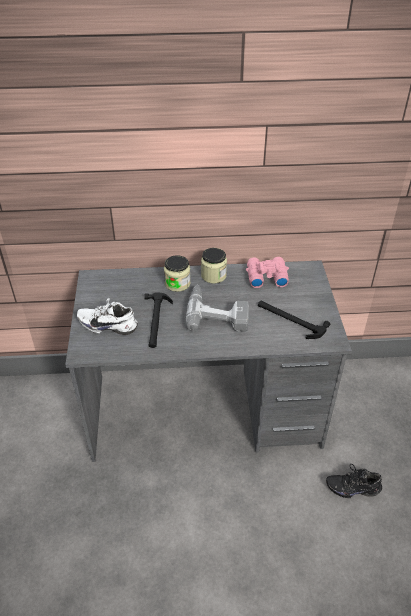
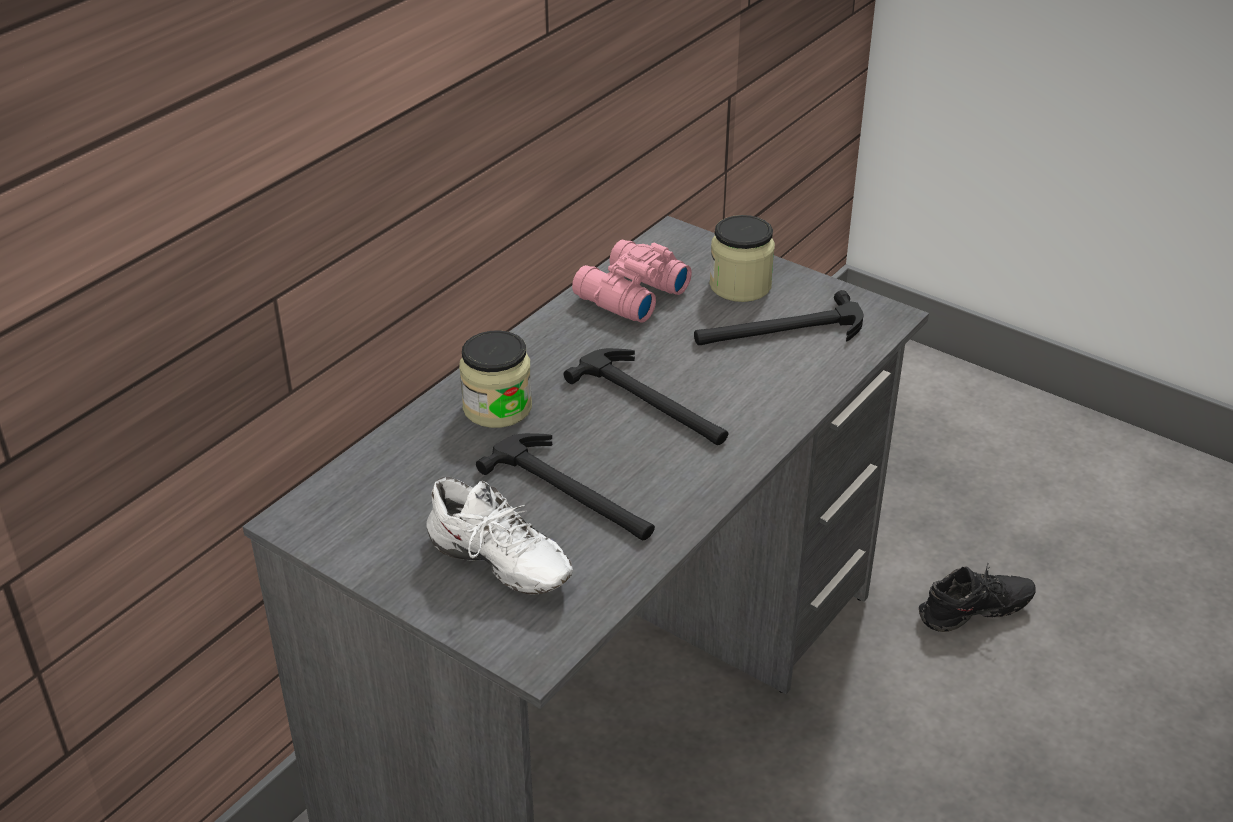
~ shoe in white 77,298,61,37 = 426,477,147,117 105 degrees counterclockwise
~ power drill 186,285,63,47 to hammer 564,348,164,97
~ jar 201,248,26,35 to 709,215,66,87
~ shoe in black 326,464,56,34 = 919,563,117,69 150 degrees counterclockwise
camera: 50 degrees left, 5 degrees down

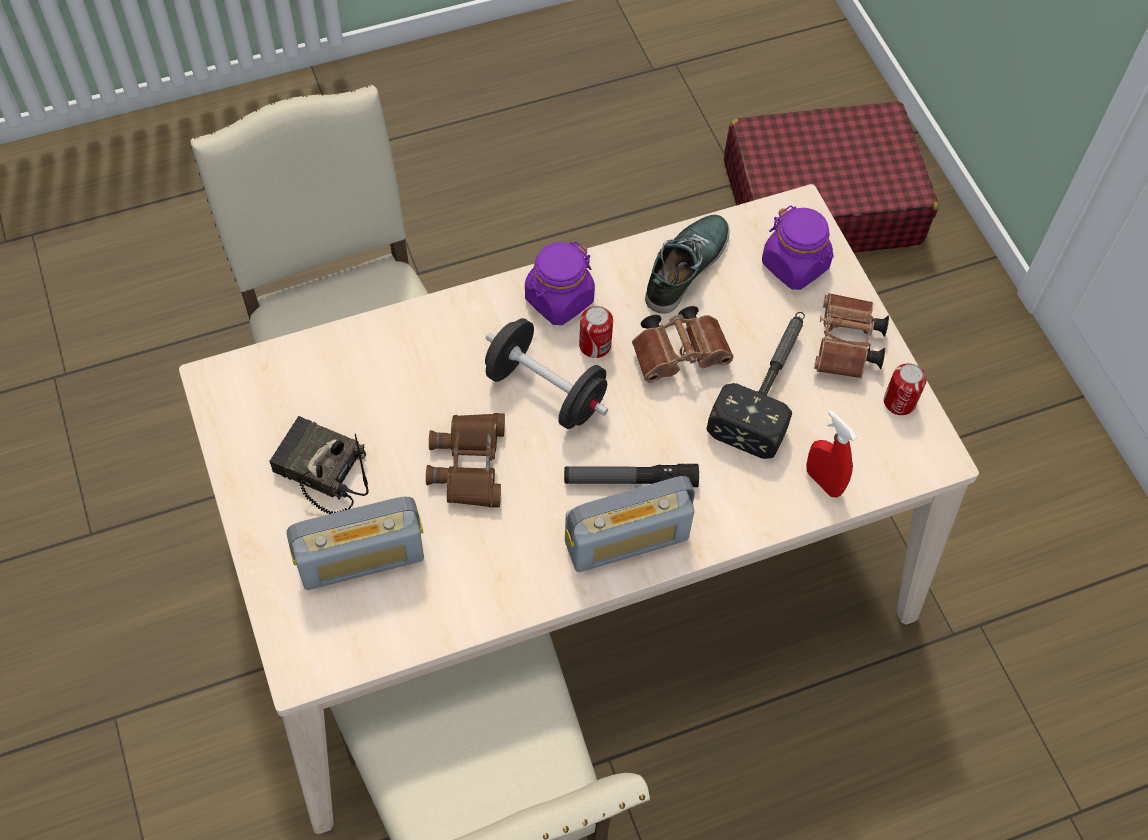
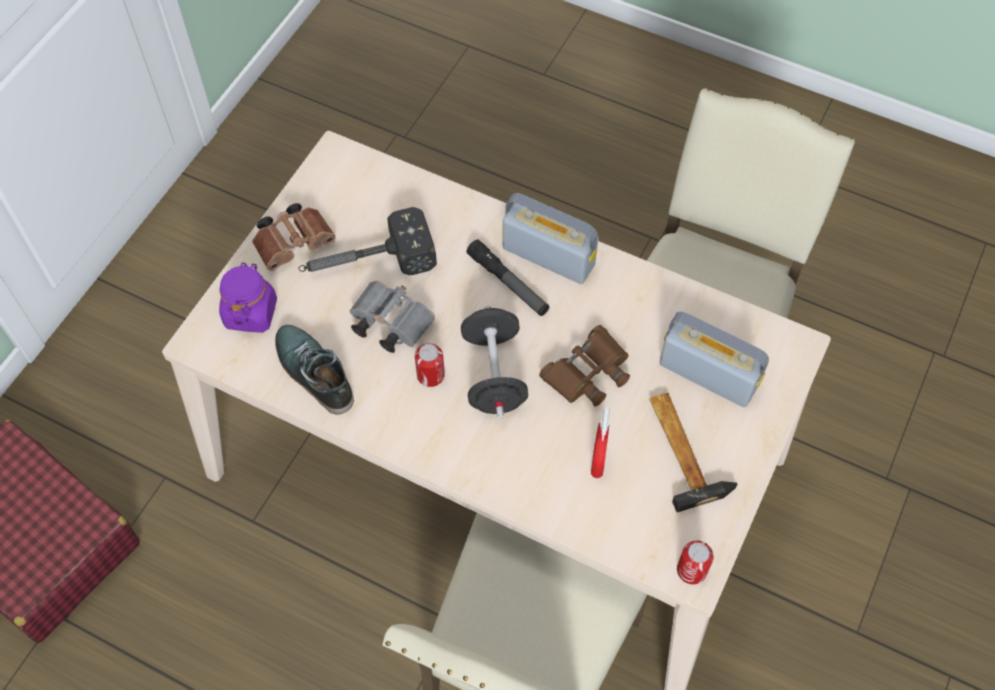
~ shoe 645,215,85,99 = 275,325,79,90 60 degrees clockwise
~ binoculars in brown 632,306,102,77 to binoculars in grey 350,281,85,72
~ spray bottle in red 806,410,51,87 to 591,407,19,71
~ radio 269,416,100,98 to hammer 649,393,88,119
~ can 884,363,42,52 to 677,540,37,44
- jar in purple 525,242,70,83
camera: 130 degrees left, 0 degrees up

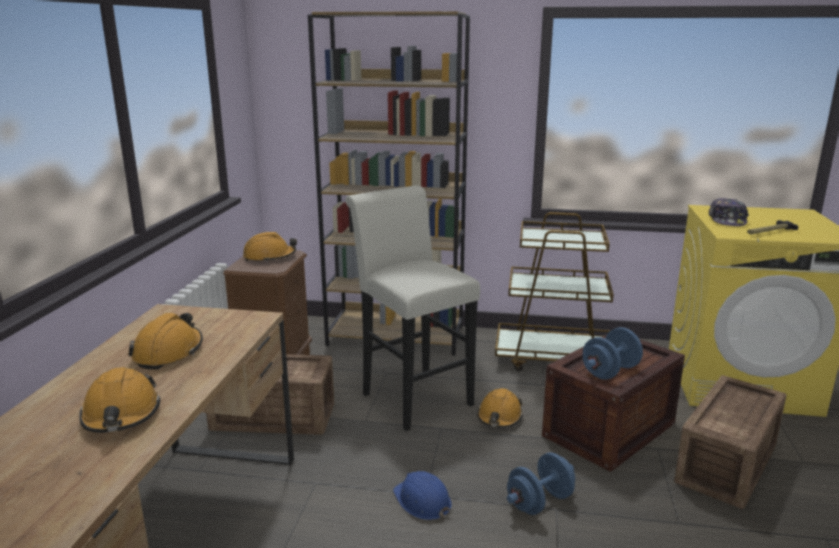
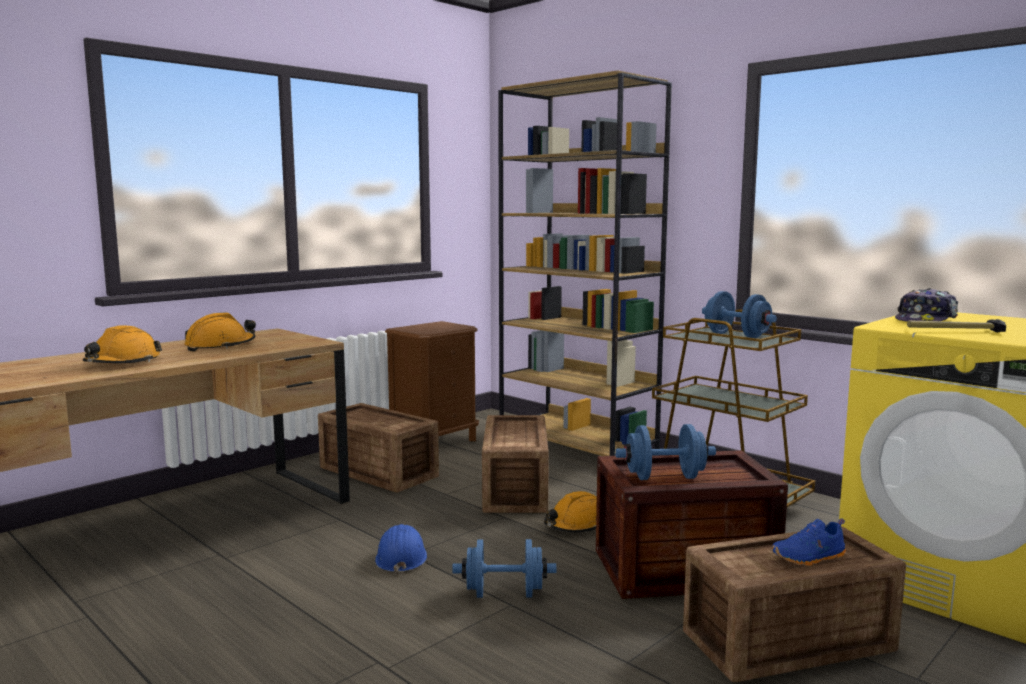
~ stool in white 345,185,135,246 to crate 482,415,67,98
+ dumbbell in blue 702,291,75,47
+ shoe in blue 772,518,74,48
- hard hat in orange 243,232,54,30
camera: 35 degrees right, 10 degrees down

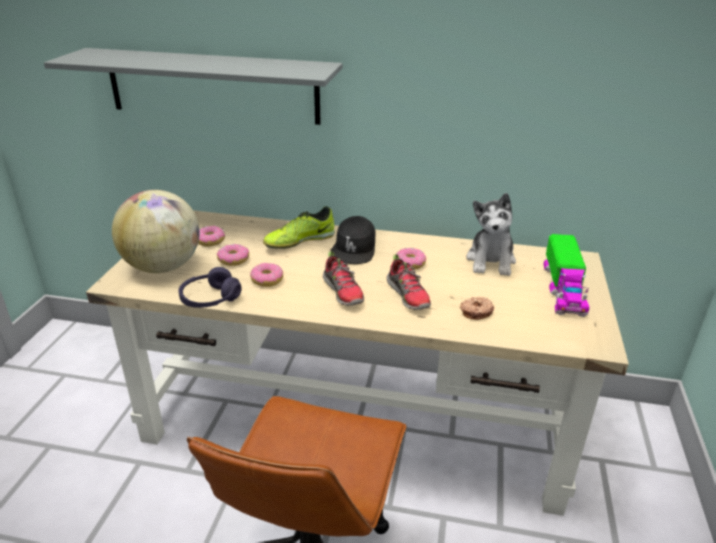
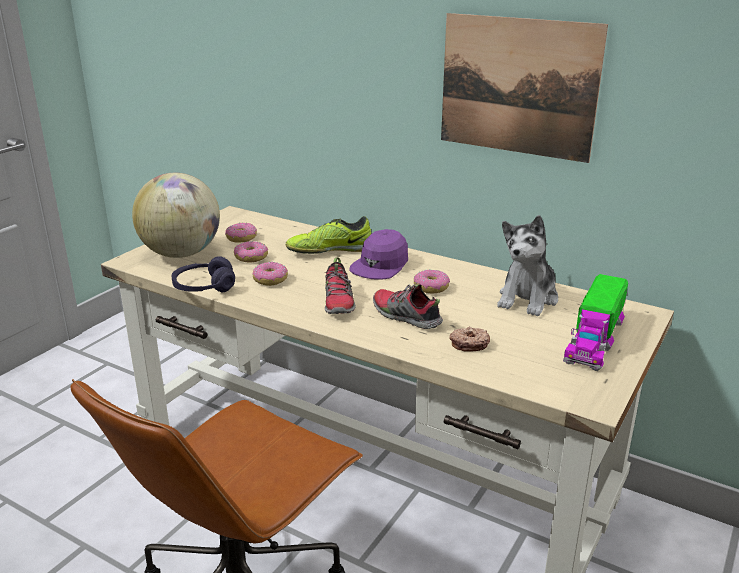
~ cap in black 330,216,45,48 to cap in purple 349,229,59,51
~ shoe 387,254,44,56 = 373,284,70,45 135 degrees clockwise
+ picture 441,13,167,150
- shelf in grey 44,48,298,77
camera: 20 degrees right, 5 degrees down

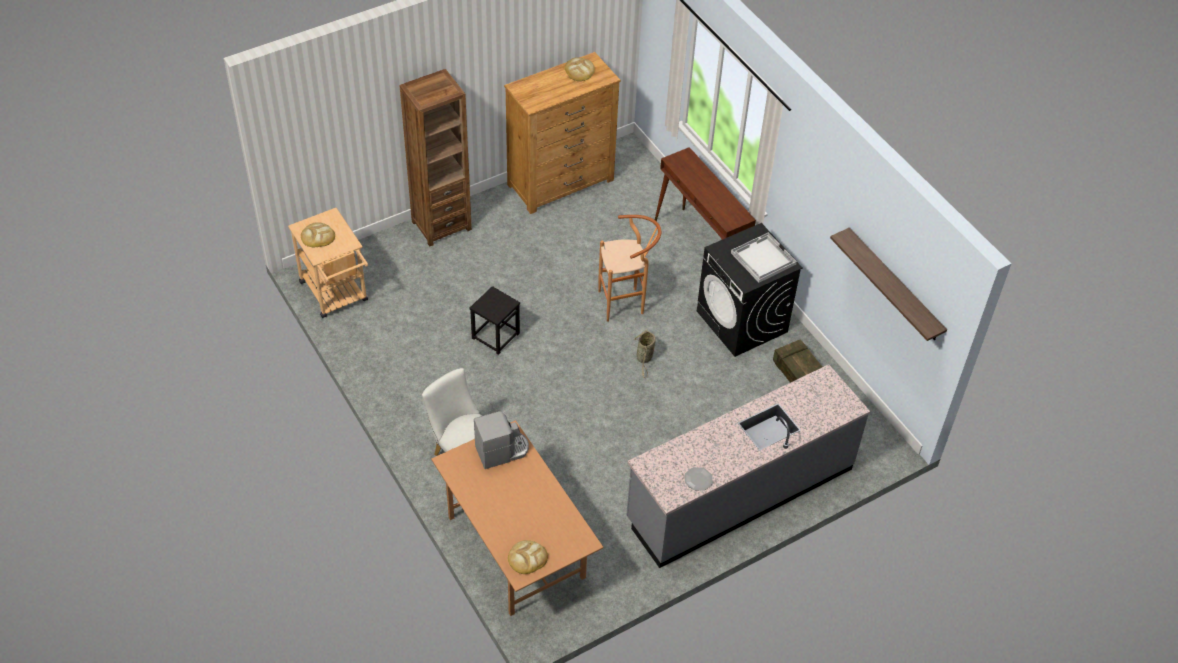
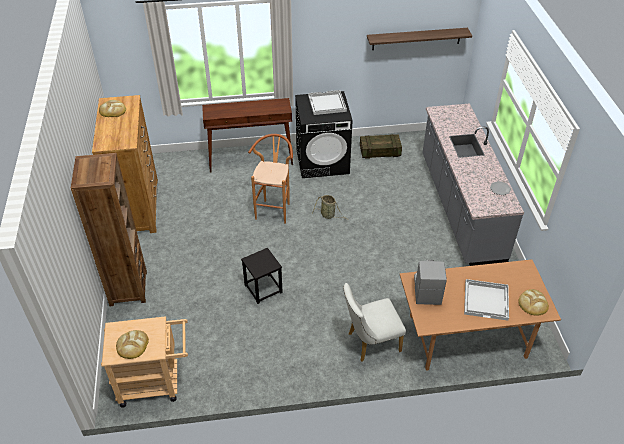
+ tray in white 464,279,45,42
camera: 65 degrees left, 5 degrees down

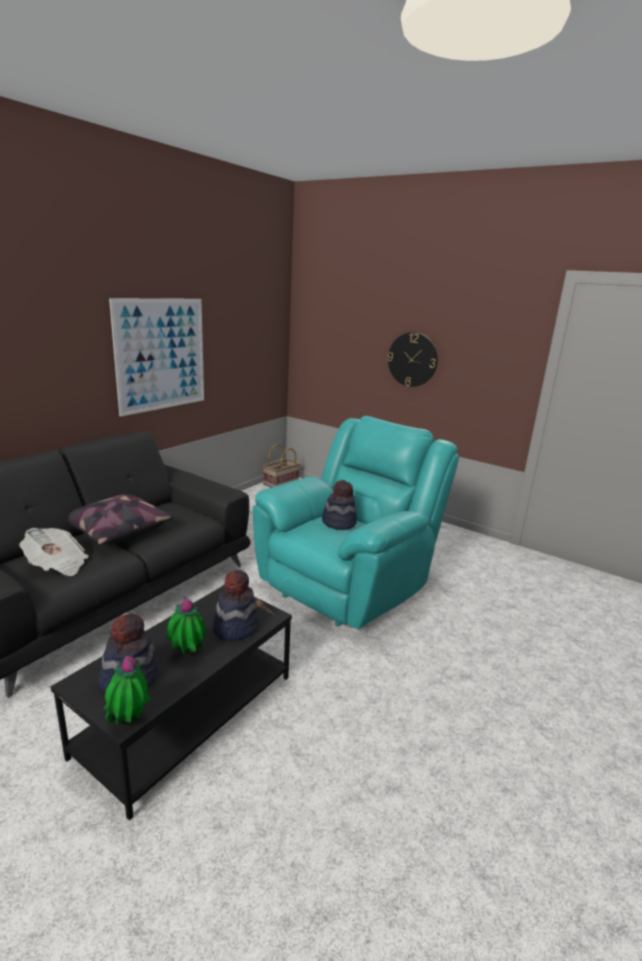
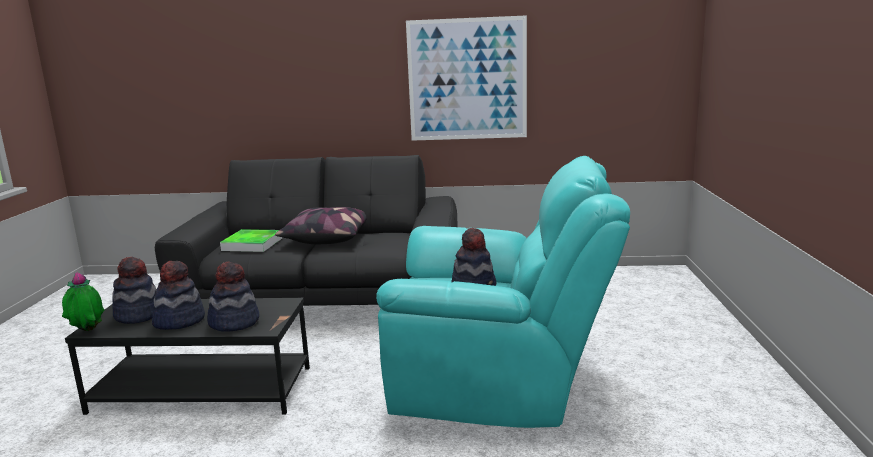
~ potted plant 166,597,40,58 to hat 152,261,53,69
~ newspaper 19,528,69,48 to tray 220,229,62,23
- basket 263,444,37,44
- wall clock 387,332,51,55
camera: 60 degrees right, 5 degrees down

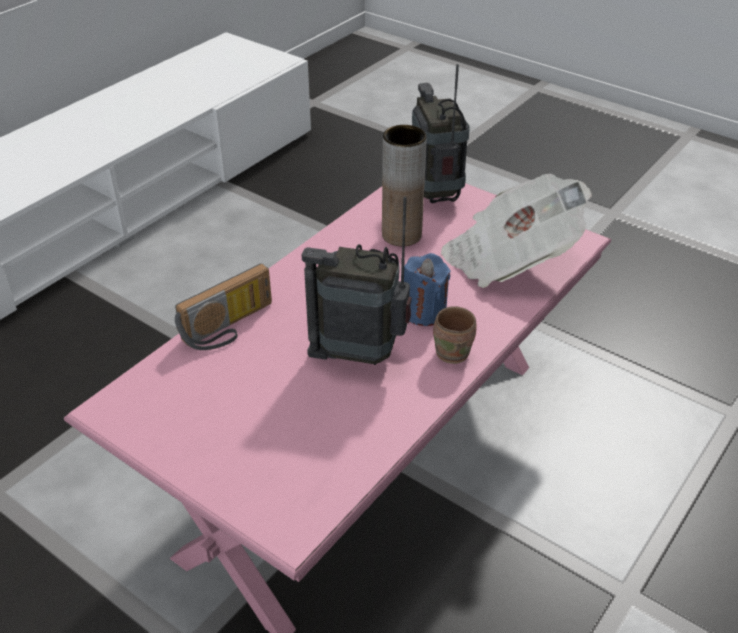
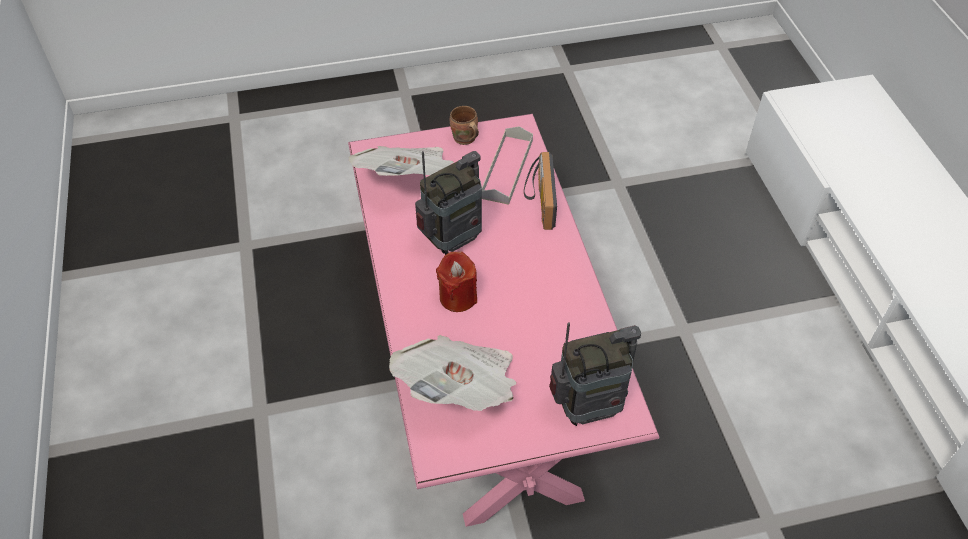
+ newspaper 349,146,105,30
~ candle in blue 404,253,47,73 to candle in red 436,251,41,61
~ mug in brown 433,306,43,58 to 450,106,29,39
+ tray in grey 482,126,51,79
~ radio 412,64,58,139 = 549,322,92,104 45 degrees counterclockwise
- vase in brown 382,125,45,121
camera: 130 degrees right, 10 degrees up

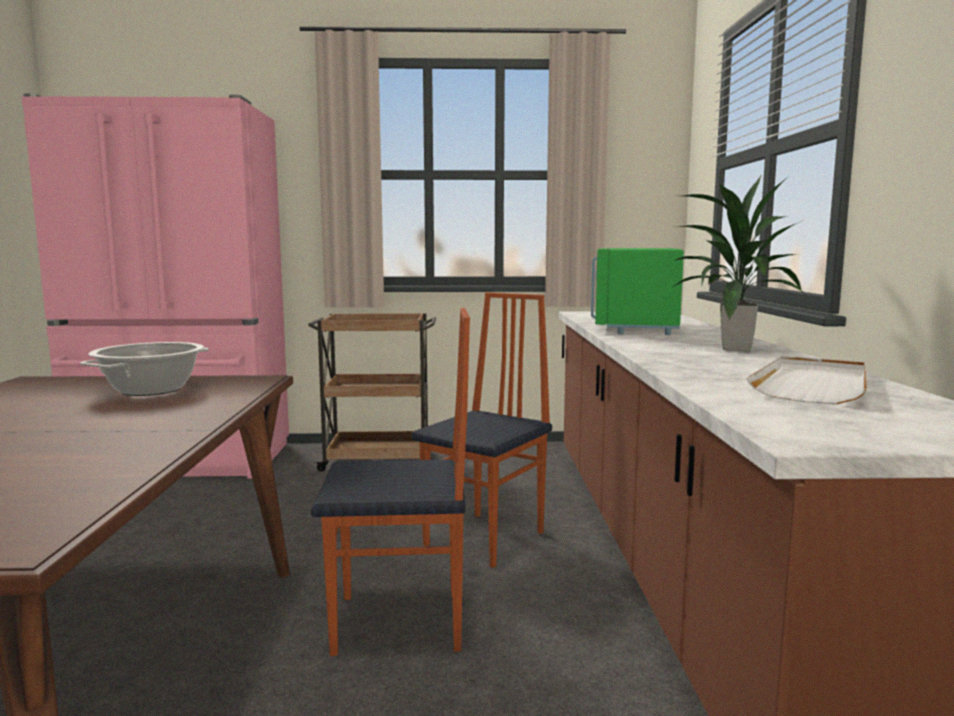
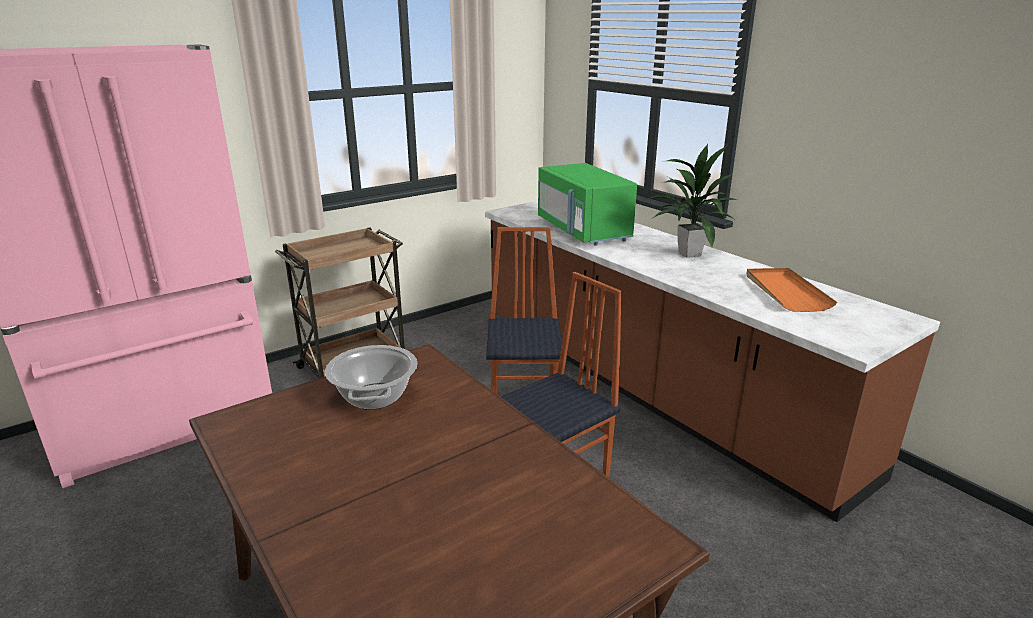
~ tray in white 747,356,120,48 to tray in orange 747,268,90,44
camera: 35 degrees left, 15 degrees up

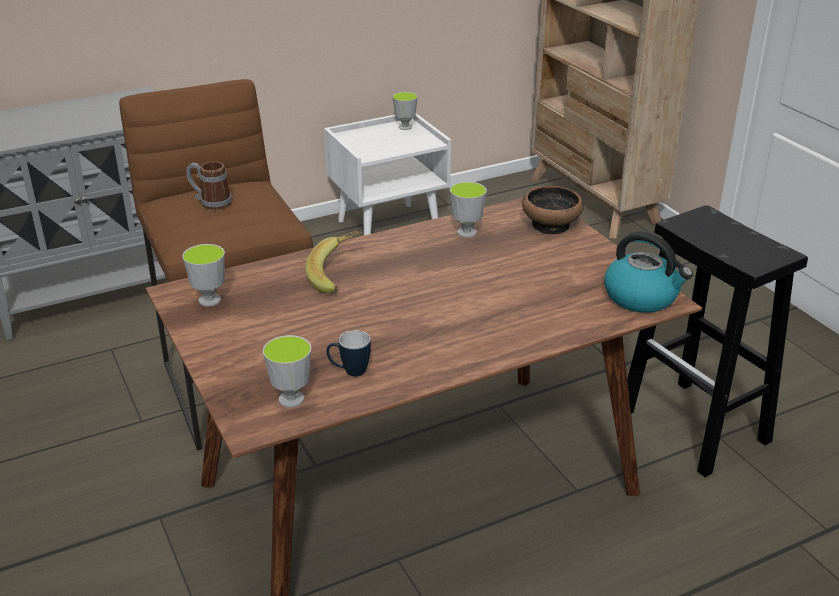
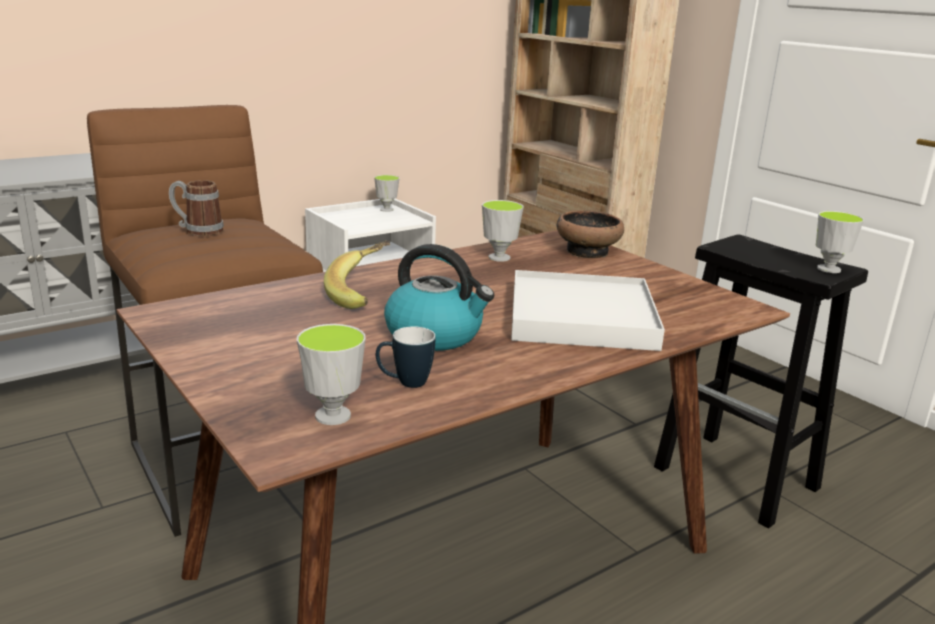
~ kettle 604,231,89,82 to 384,244,110,107
+ tray in white 511,270,154,81
~ cup 183,244,42,63 to 816,211,48,62
camera: 10 degrees left, 10 degrees down

